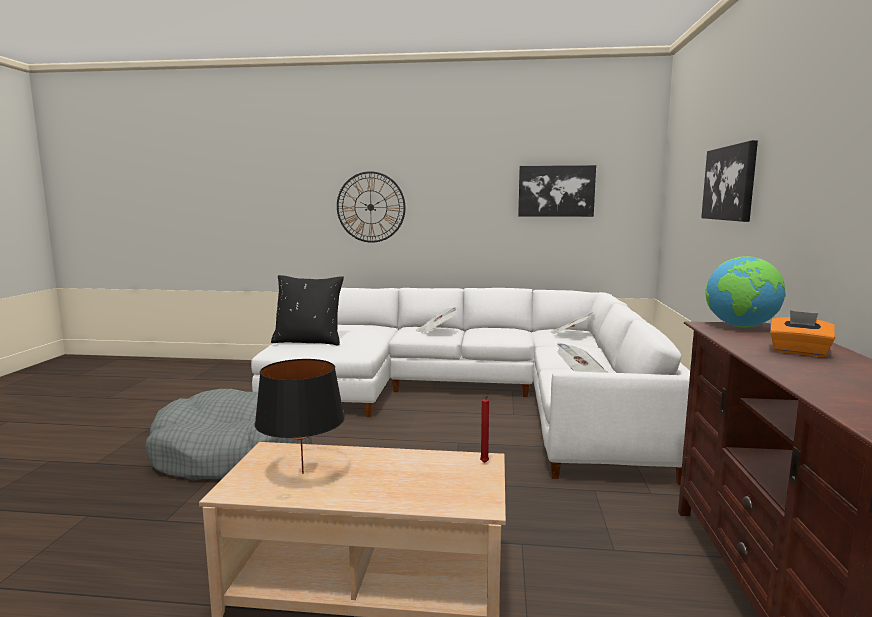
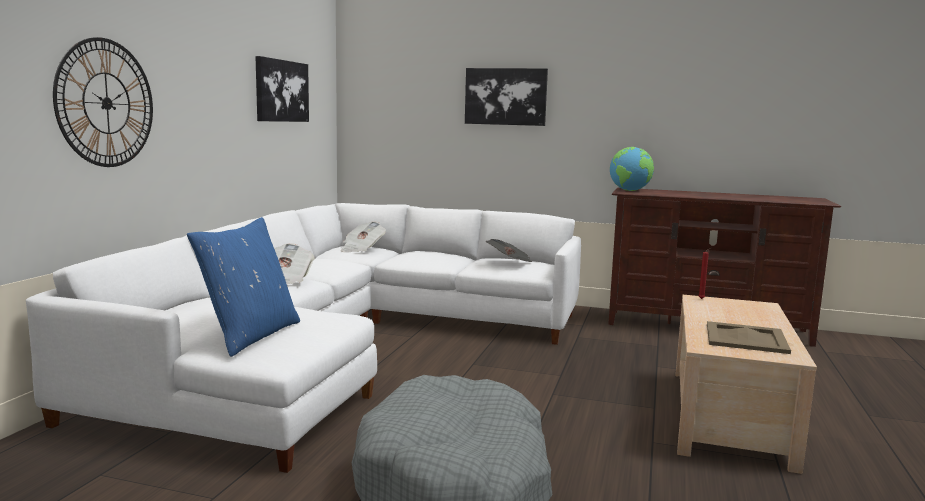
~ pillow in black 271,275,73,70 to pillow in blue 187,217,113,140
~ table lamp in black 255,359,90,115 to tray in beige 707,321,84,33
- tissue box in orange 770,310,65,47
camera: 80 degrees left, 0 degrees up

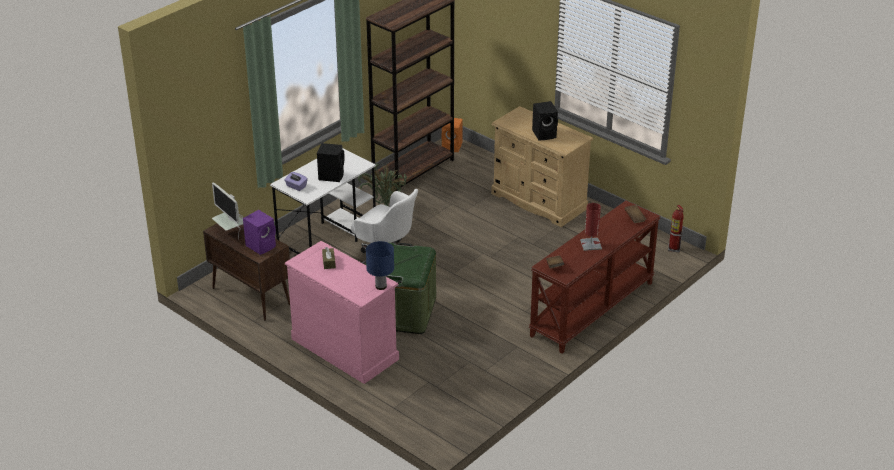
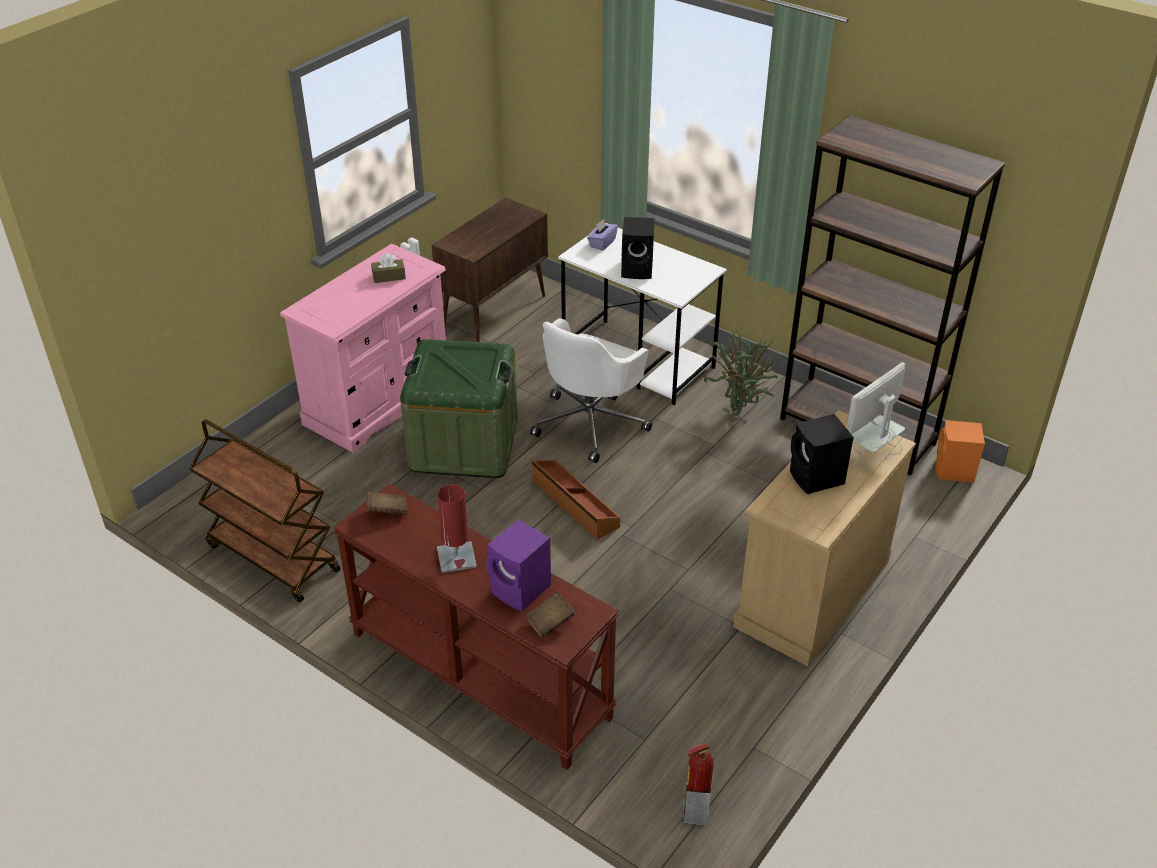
+ cart in brown 189,419,152,183
~ speaker in purple 243,210,33,45 to 486,519,65,92
+ storage box in brown 532,460,88,80
~ monitor 212,183,31,55 to 846,362,59,104
- table lamp in blue 366,241,28,49
camera: 85 degrees right, 5 degrees up

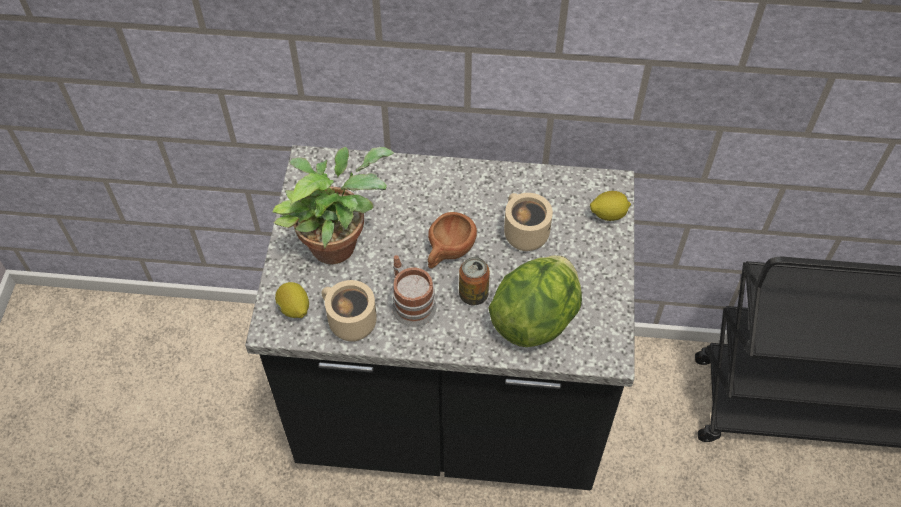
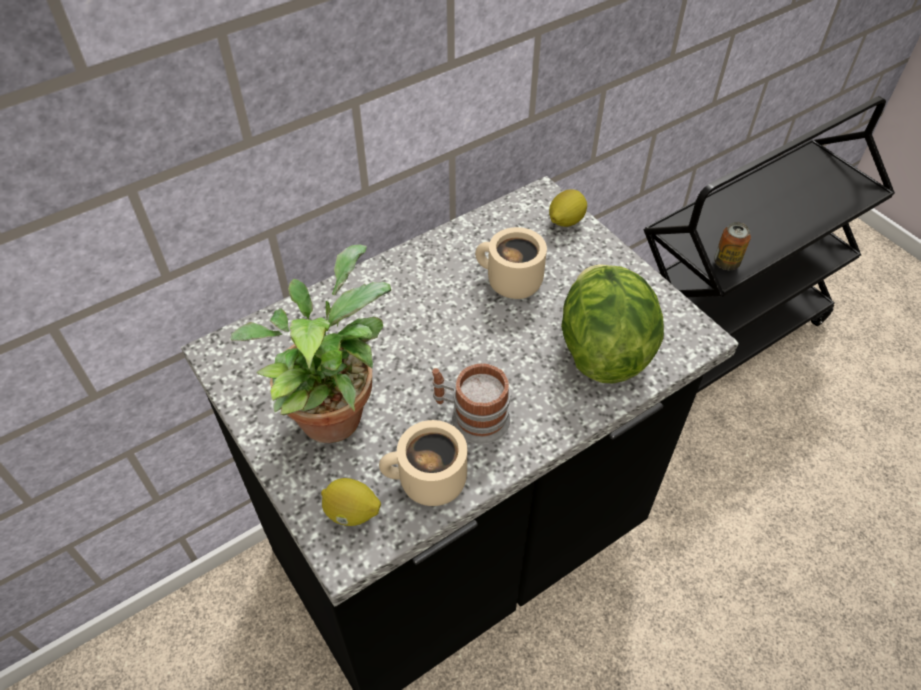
~ can 459,257,31,48 to 714,222,37,48
- cup in brown 428,212,49,57
camera: 40 degrees left, 5 degrees down

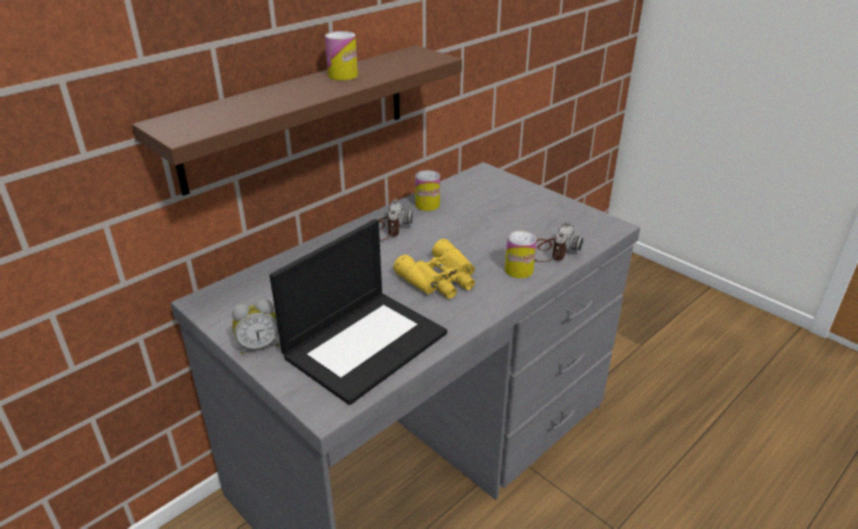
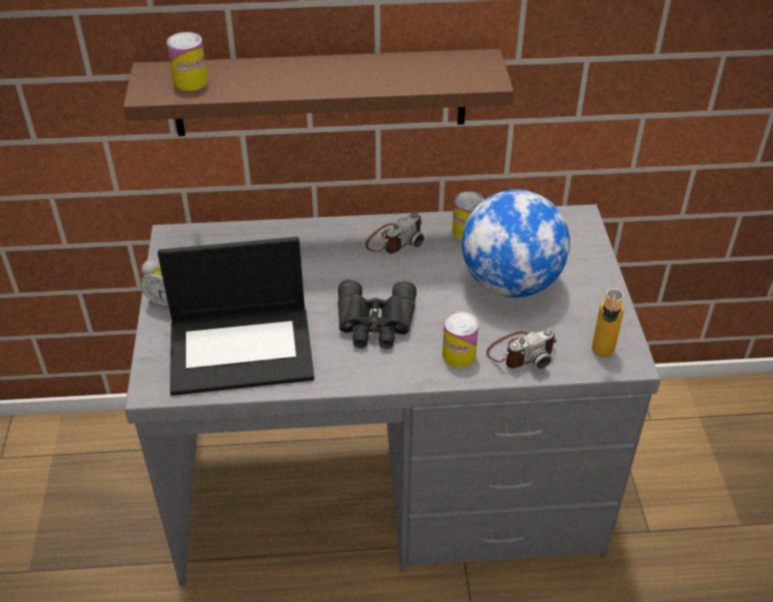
~ can 325,31,33,49 to 167,32,41,59
~ binoculars in yellow 393,239,82,60 to binoculars in black 338,280,79,69
+ globe 462,190,108,107
+ bottle 592,288,32,69
camera: 40 degrees right, 10 degrees up

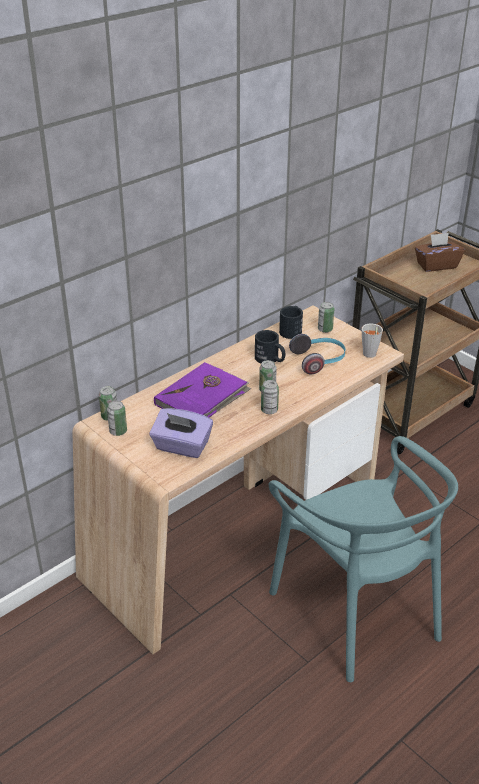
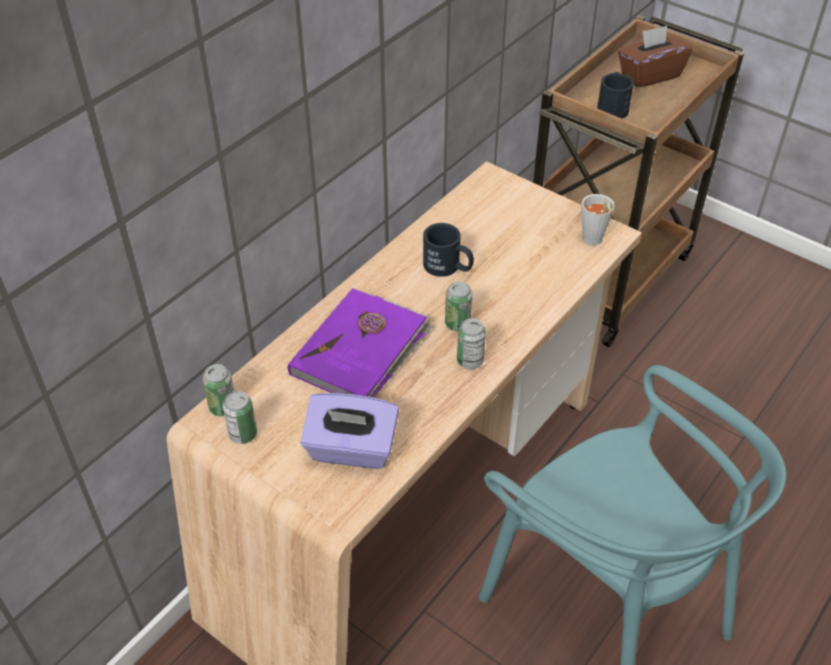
~ mug in black 279,306,24,33 to 597,72,37,47
- headphones 289,334,57,40
- can 318,302,16,31
camera: 10 degrees left, 10 degrees up

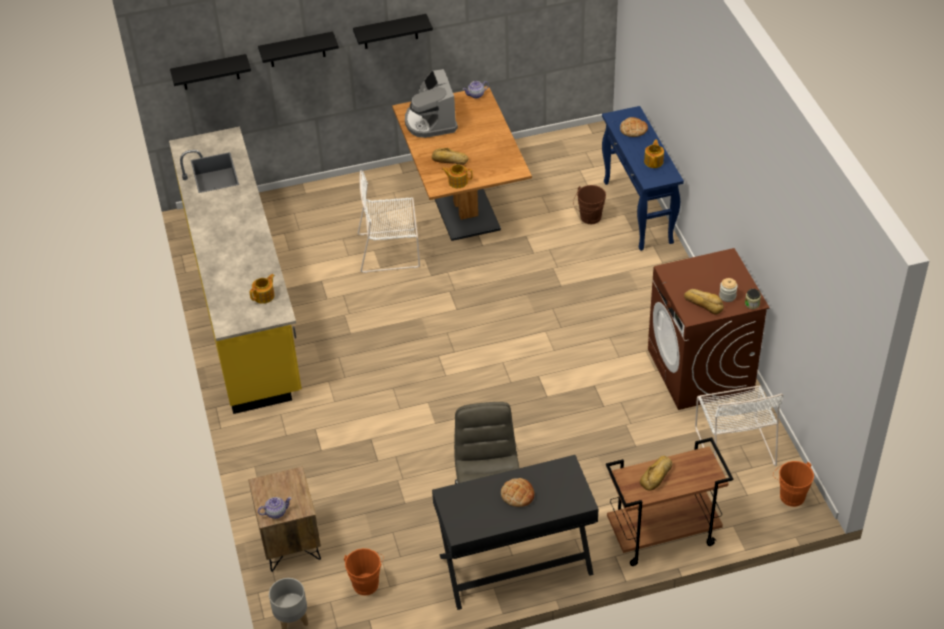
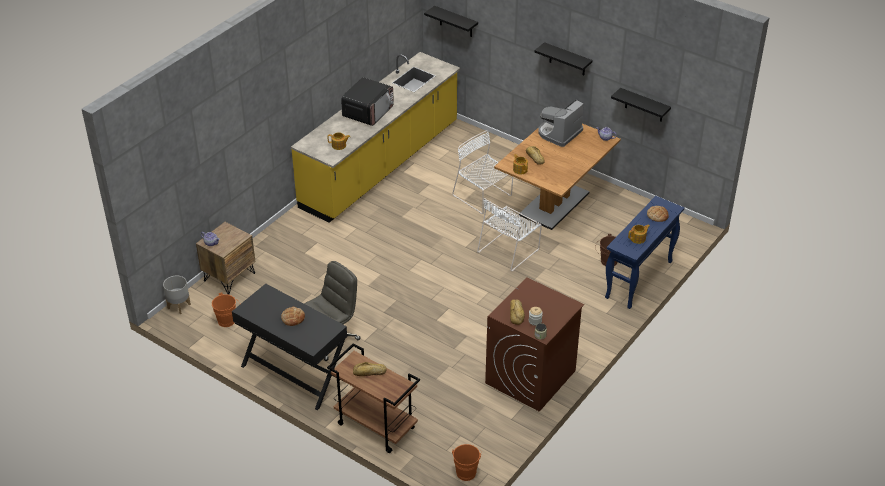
+ microwave 341,77,53,49
~ chair in white 695,385,89,81 to 477,198,65,73
~ shelf in black 258,32,81,35 to 611,88,60,34
camera: 50 degrees right, 5 degrees down

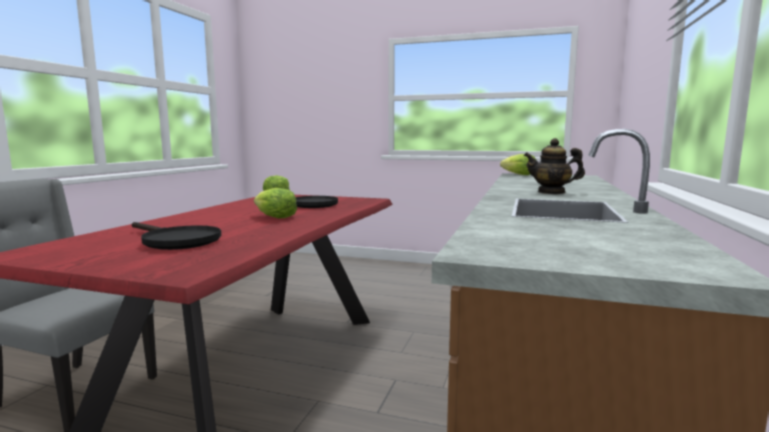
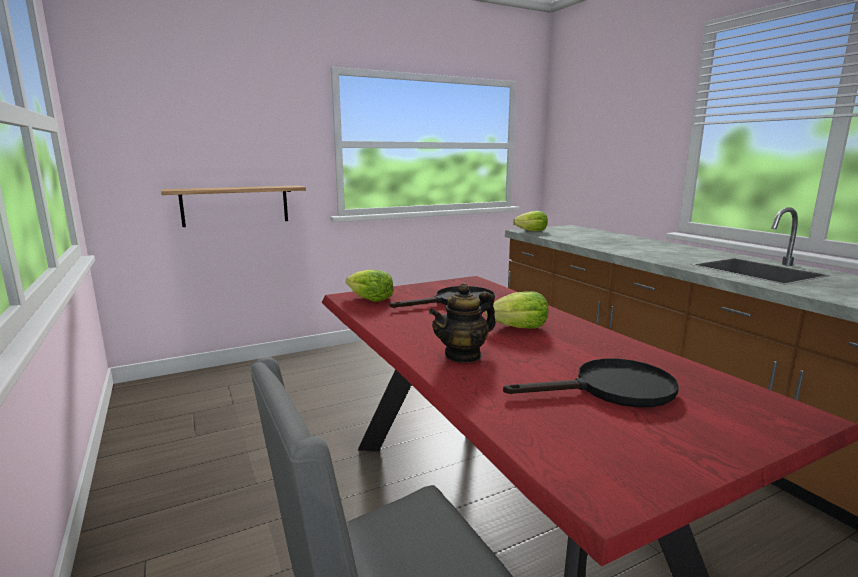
+ shelf 161,186,145,41
~ teapot 524,138,61,56 to 429,283,67,80
camera: 45 degrees left, 5 degrees up

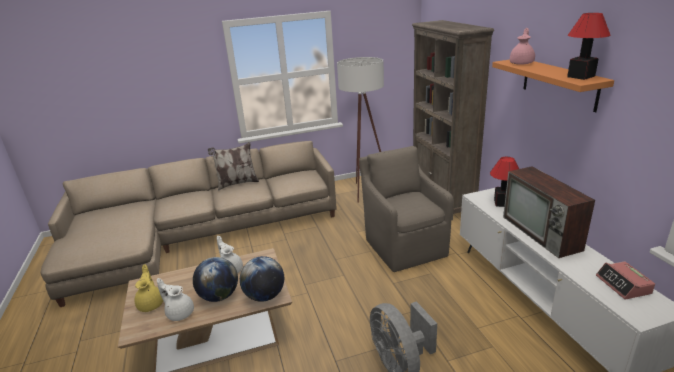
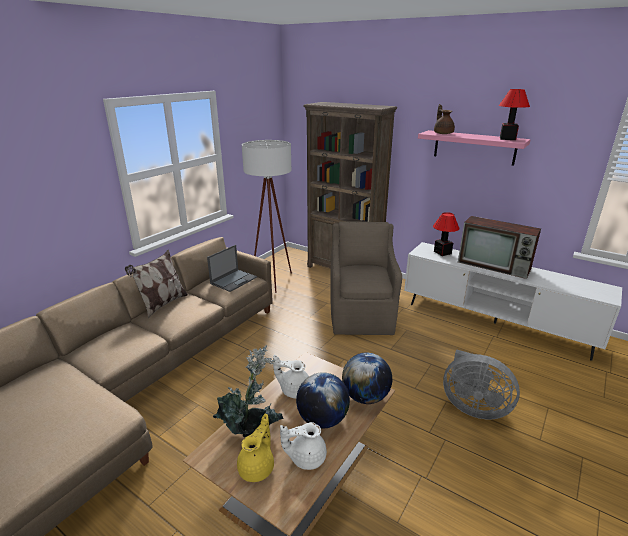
+ laptop 207,245,50,47
+ potted plant 213,345,71,93
~ teapot in yellow 135,264,28,48 = 237,413,37,69 75 degrees clockwise
~ armchair in brown 359,146,94,126 = 330,221,72,114 60 degrees clockwise
~ shelf in orange 492,60,122,52 to shelf in pink 418,130,113,36
~ teapot in pink 510,28,25,37 to teapot in brown 434,104,21,30
- alarm clock 596,261,59,38
camera: 40 degrees left, 0 degrees up

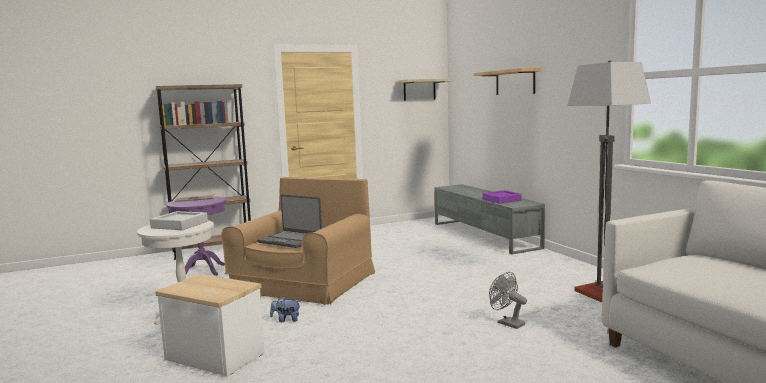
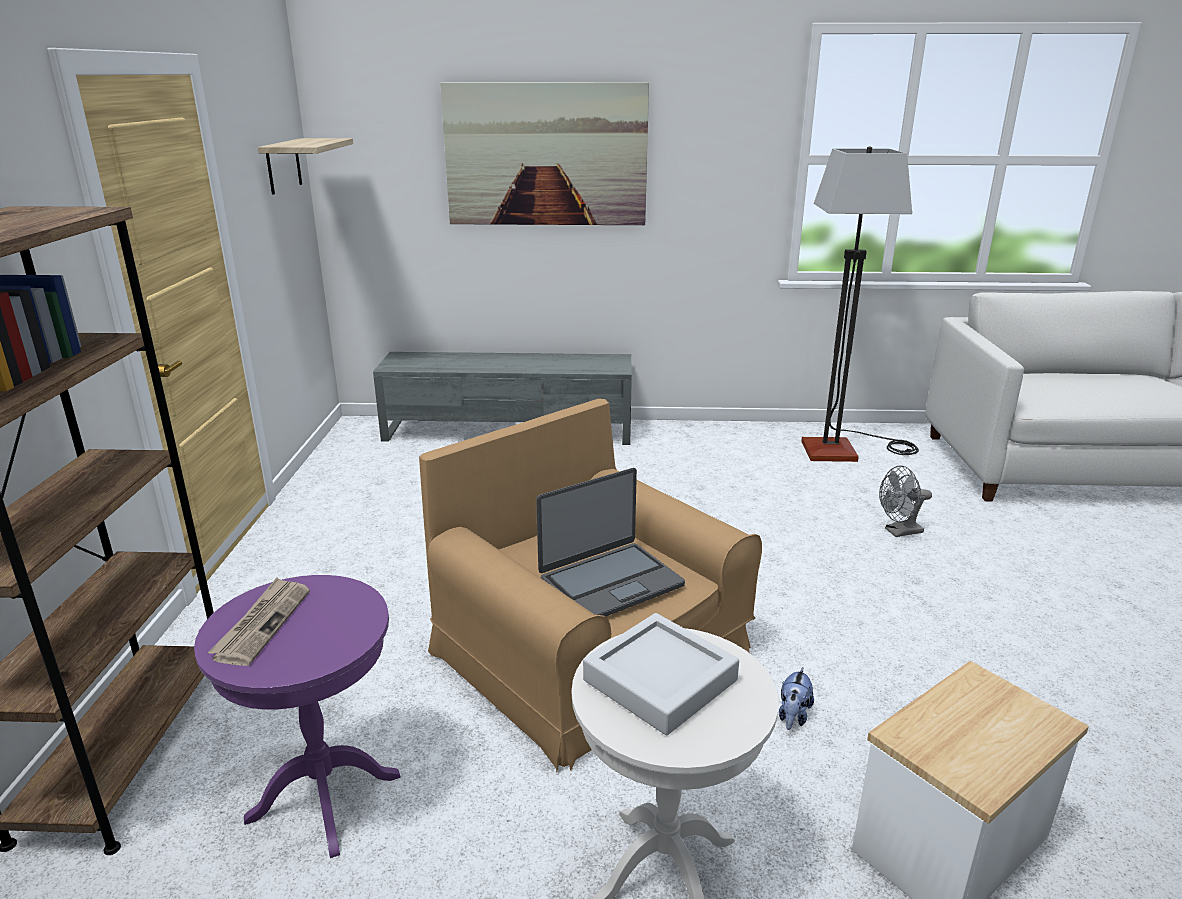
~ shelf 474,68,67,27 to picture 440,82,209,143
- tray in purple 483,190,39,13
camera: 65 degrees left, 15 degrees up

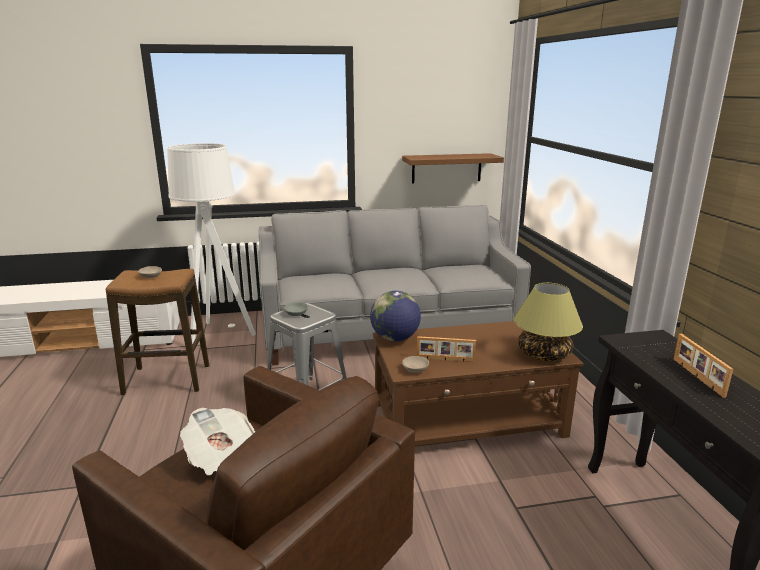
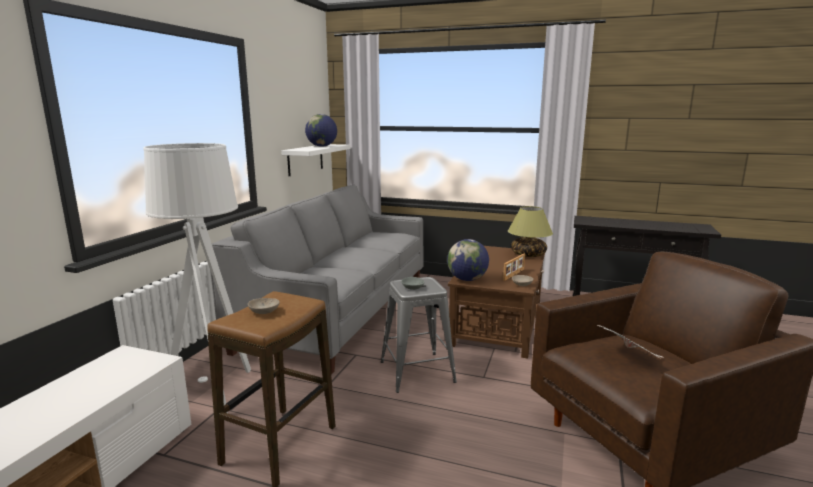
~ shelf in brown 402,153,102,31 to shelf in white 281,144,69,32
+ globe 305,114,32,33
- picture frame 673,334,60,64
camera: 60 degrees left, 5 degrees down

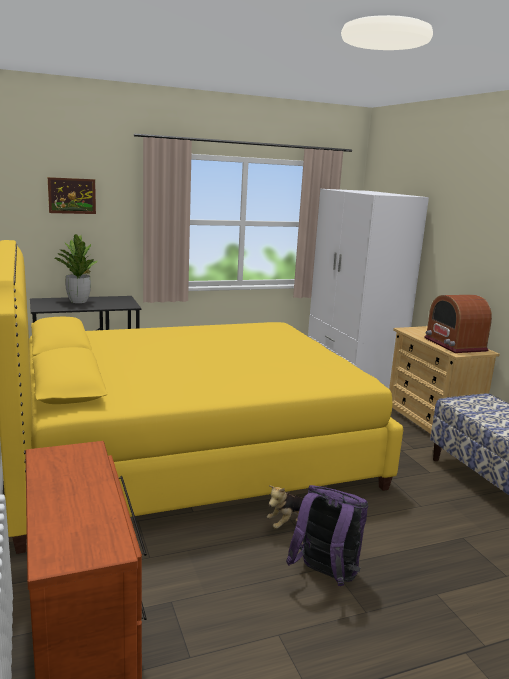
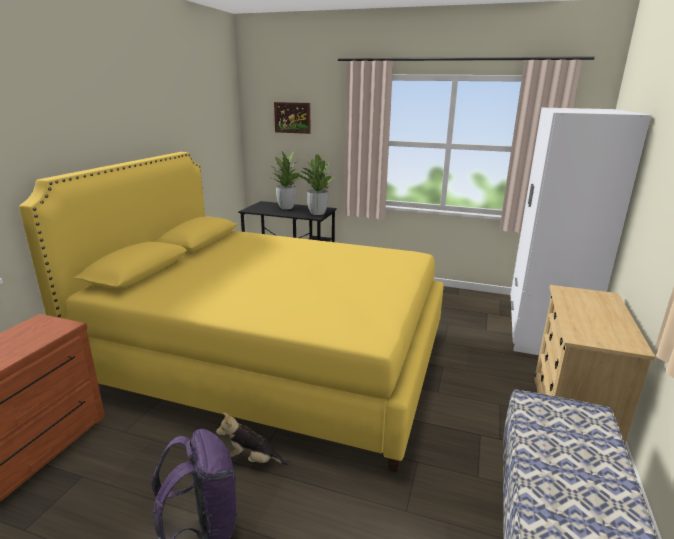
+ potted plant 298,154,36,61
- radio 424,295,68,58
camera: 40 degrees right, 5 degrees up

